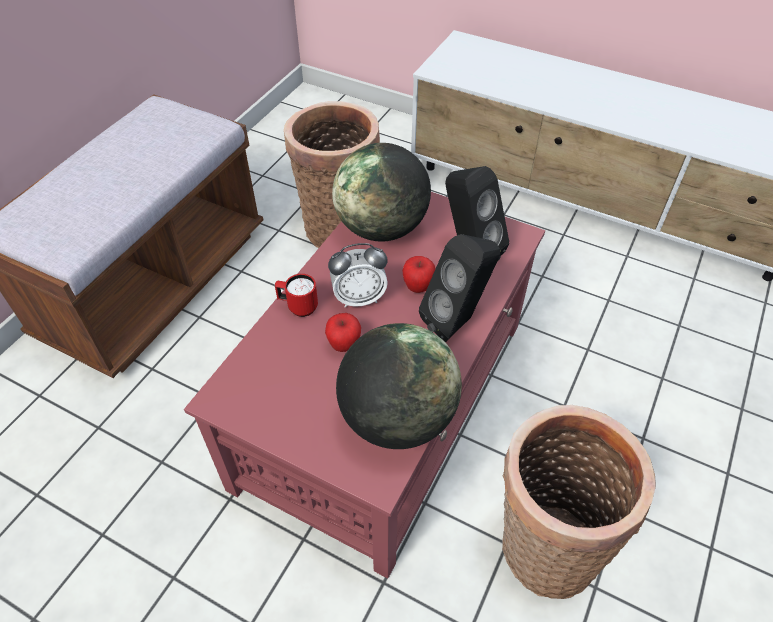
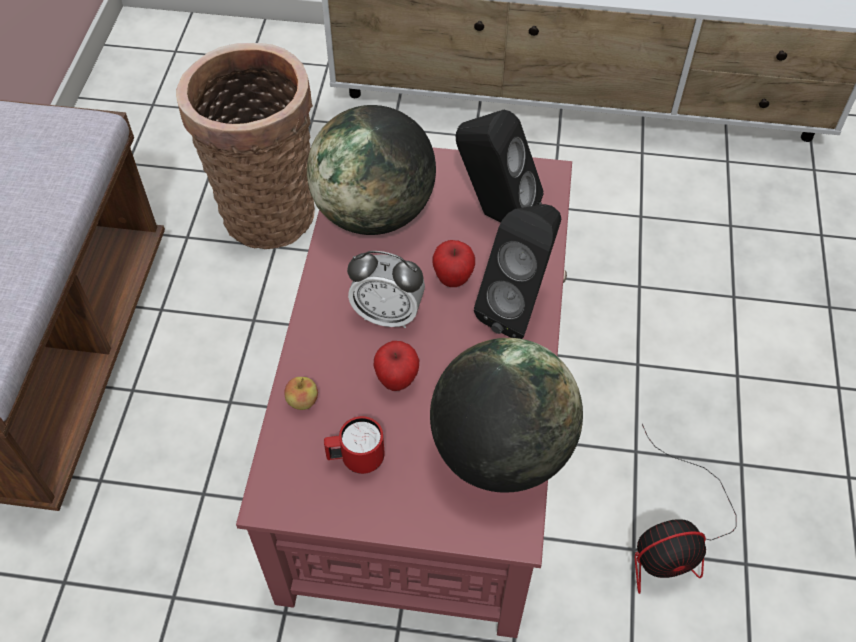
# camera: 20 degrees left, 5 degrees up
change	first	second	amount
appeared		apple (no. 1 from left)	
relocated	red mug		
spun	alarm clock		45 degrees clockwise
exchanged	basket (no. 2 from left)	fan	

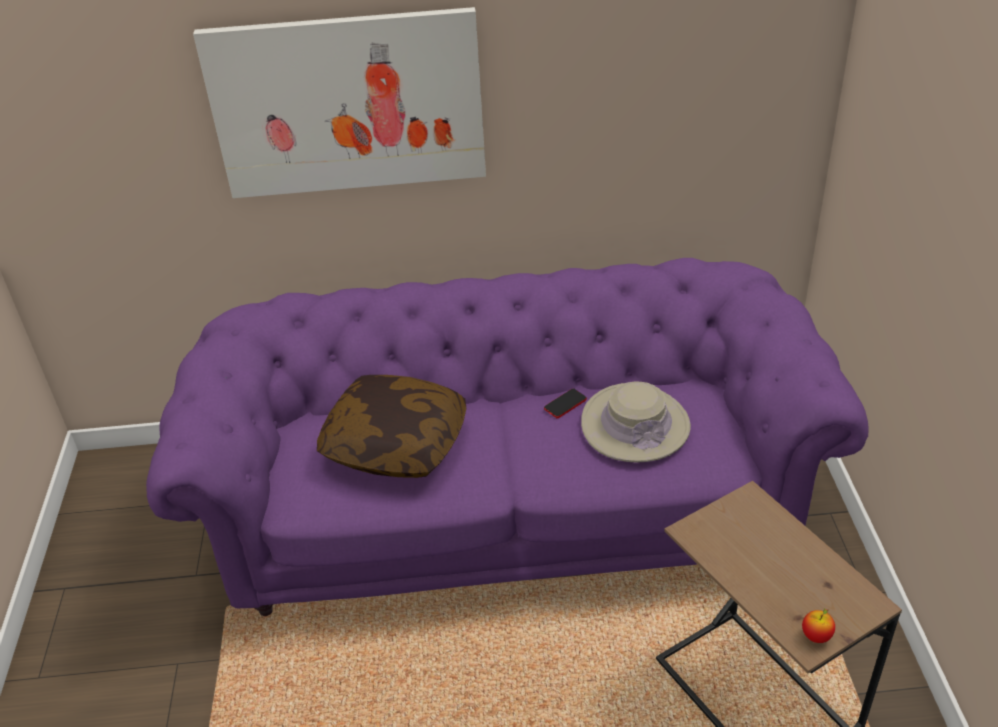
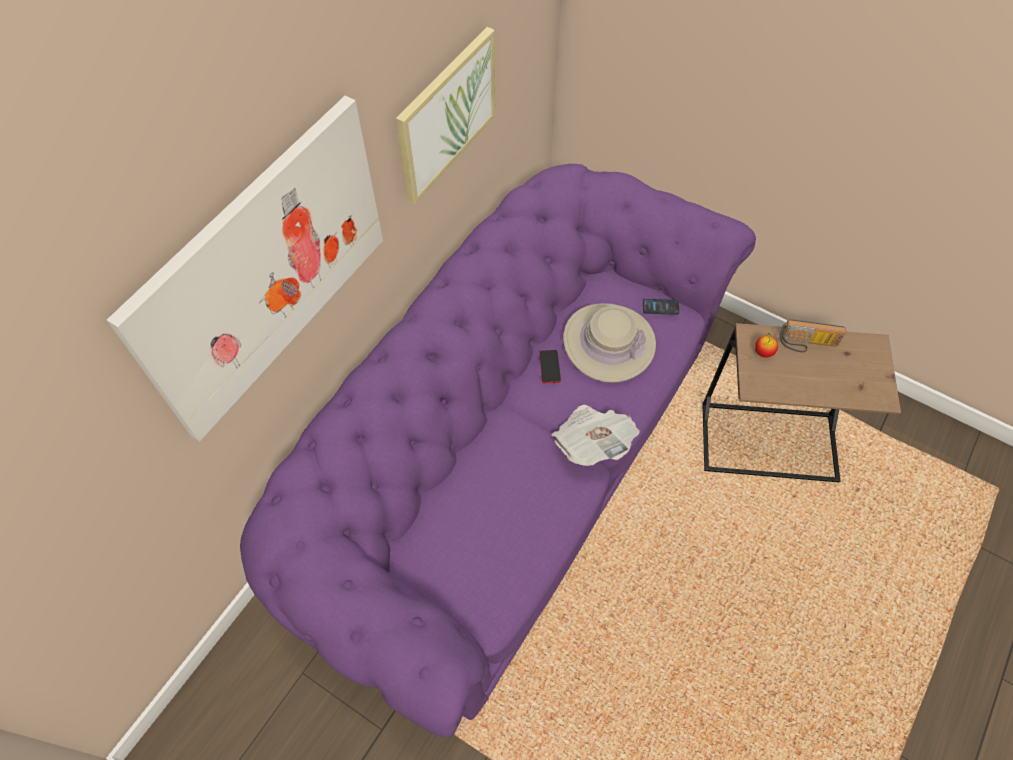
# camera: 55 degrees left, 20 degrees up
change	first	second	amount
appeared		picture (no. 2 from left)	
appeared		newspaper	
appeared		phone (no. 2 from left)	
relocated	apple		
appeared		radio	
missing	pillow		

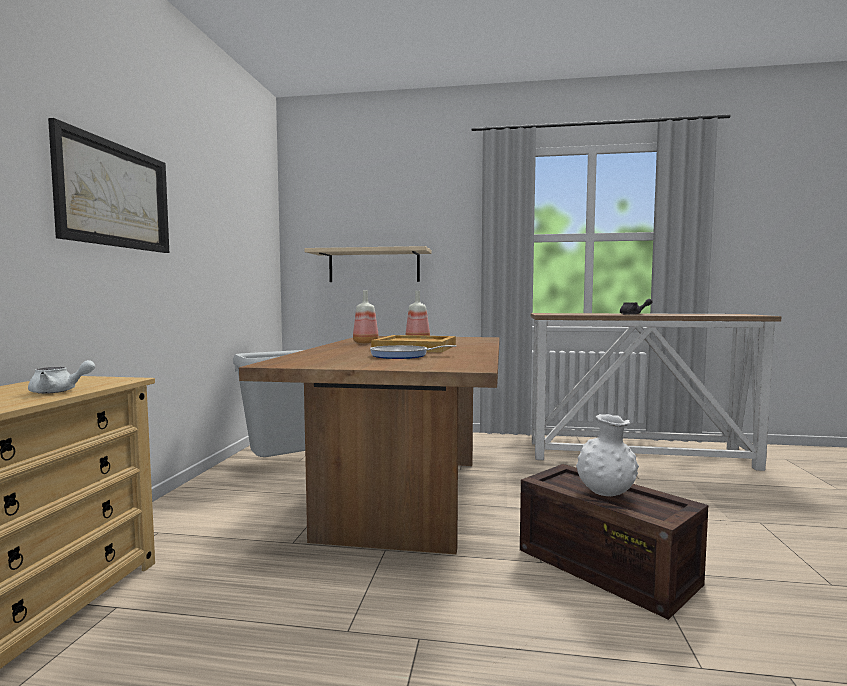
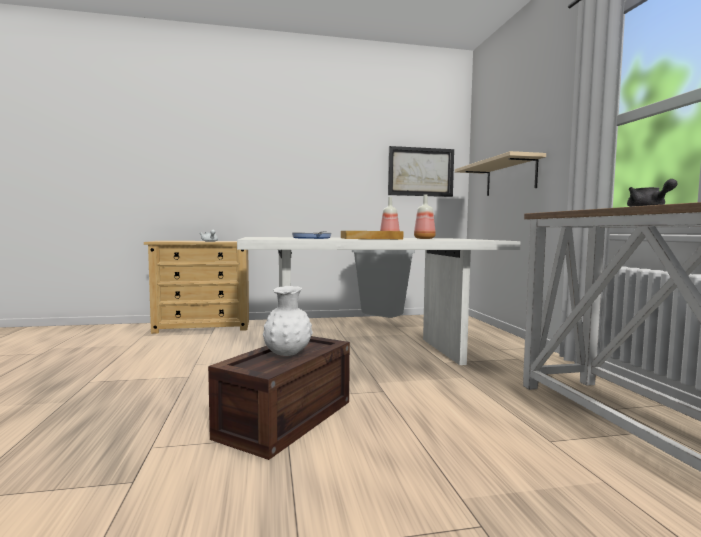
# camera: 70 degrees right, 0 degrees up
change	first	second	amount
colour	brown dining table	white dining table	
relocated	picture		

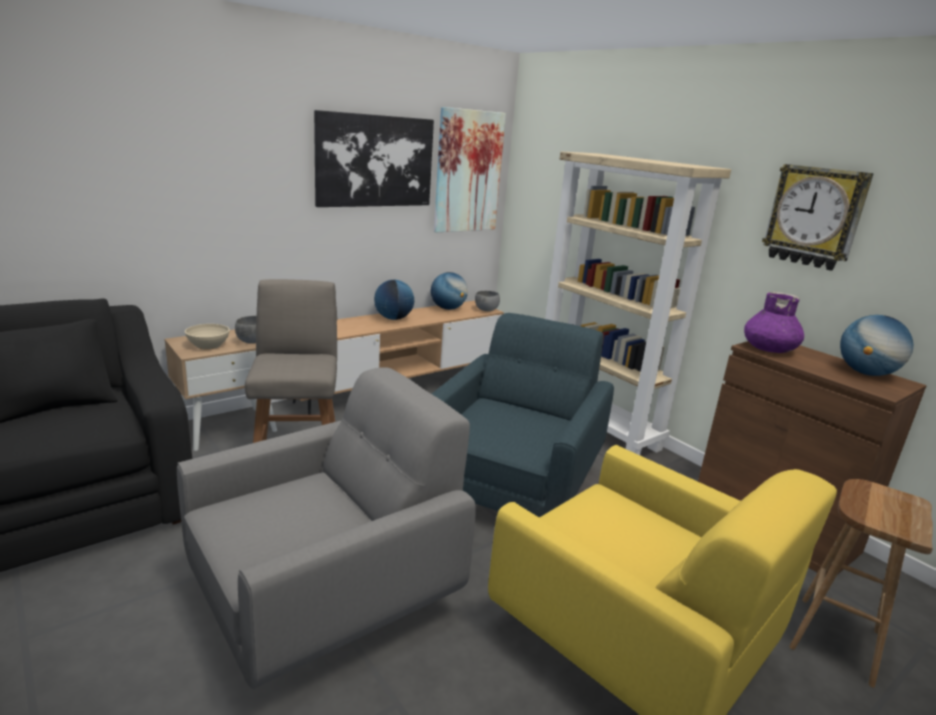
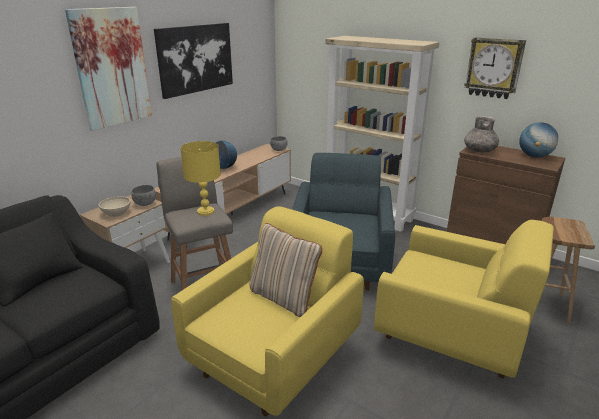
# camera: 15 degrees left, 5 degrees up
change	first	second	amount
relocated	picture (no. 2 from left in the first image)	picture (no. 1 from left)	
colour	grey armchair	yellow armchair (no. 1 from left)	
appeared		yellow table lamp	
appeared		beige pillow	
colour	purple vase	grey vase	
missing	globe (no. 2 from left)		

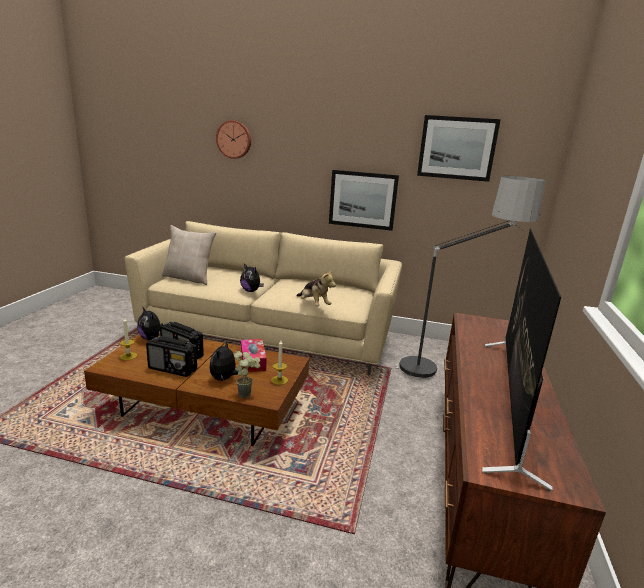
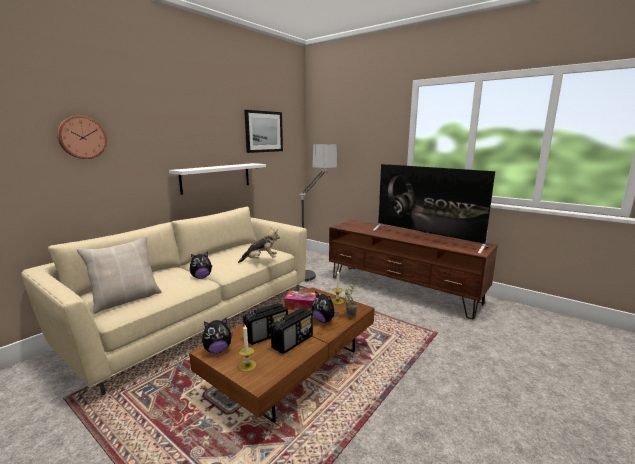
# camera: 65 degrees left, 5 degrees down
change	first	second	amount
exchanged	picture (no. 1 from left)	white shelf	

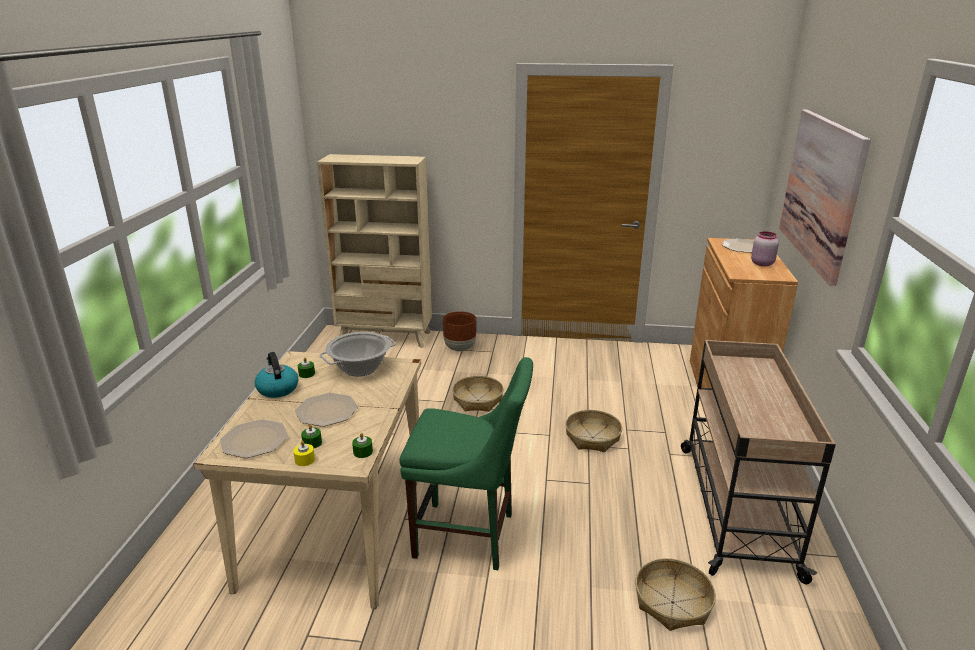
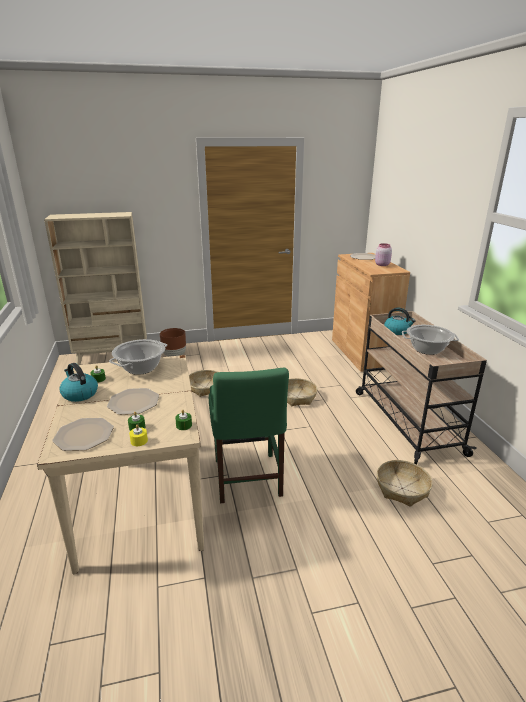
# camera: 20 degrees left, 0 degrees up
change	first	second	amount
spun	green chair		90 degrees clockwise
appeared		kettle (no. 2 from left)	
appeared		cooking pot (no. 2 from left)	
missing	picture		

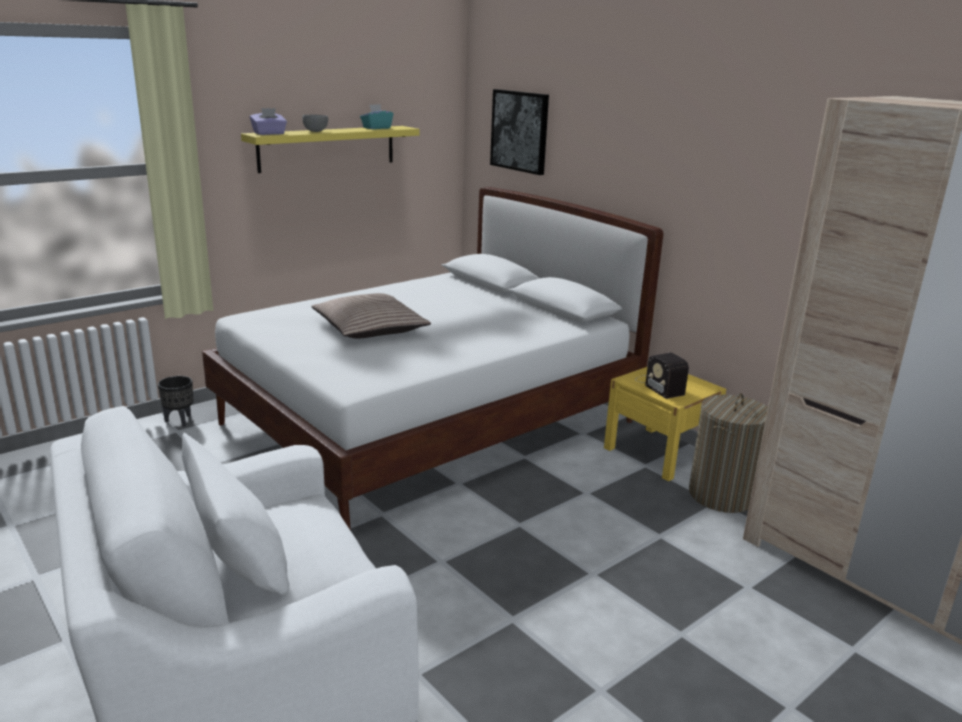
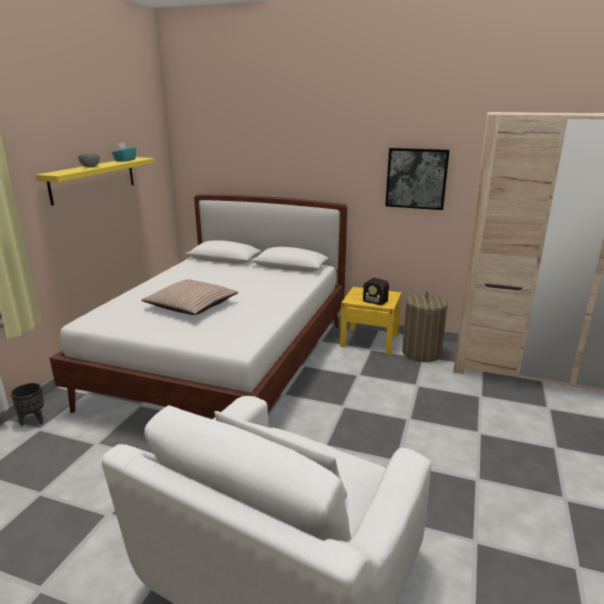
# camera: 30 degrees left, 0 degrees up
change	first	second	amount
relocated	picture		
missing	purple tissue box		

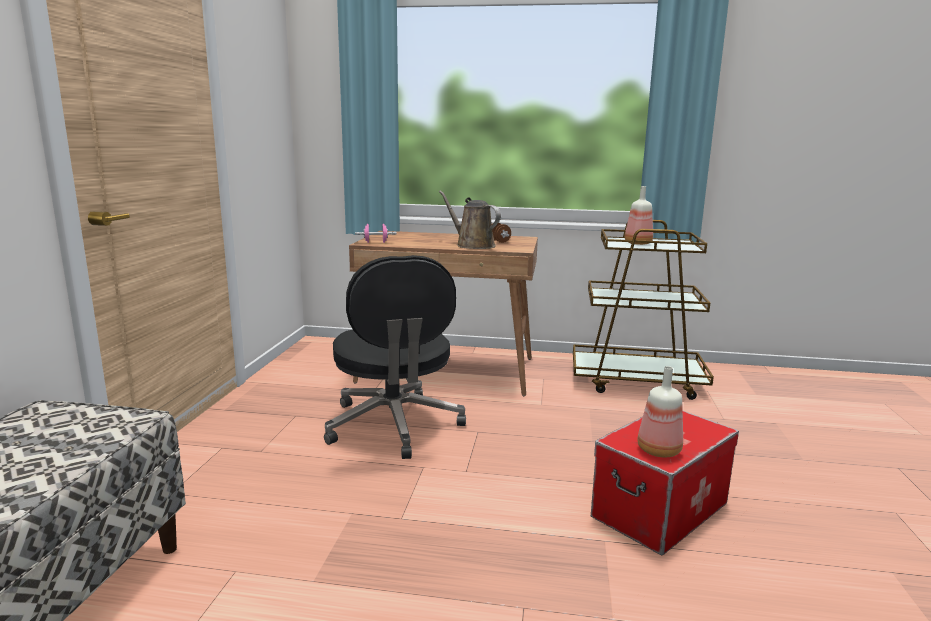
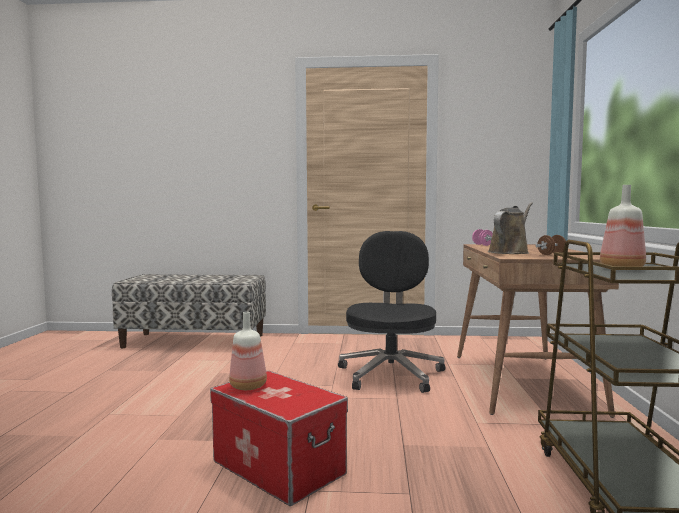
# camera: 85 degrees right, 10 degrees down
change	first	second	amount
spun	black office chair		120 degrees clockwise

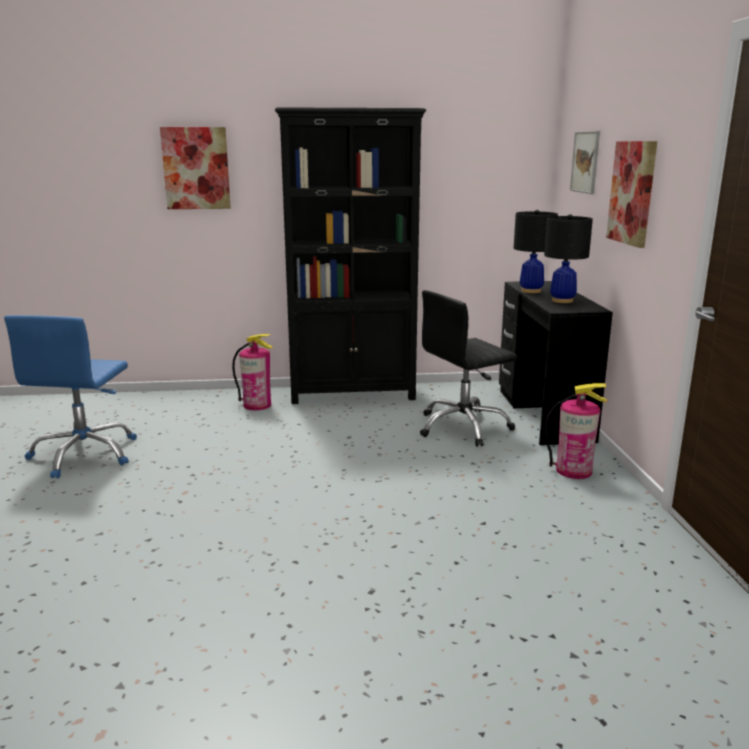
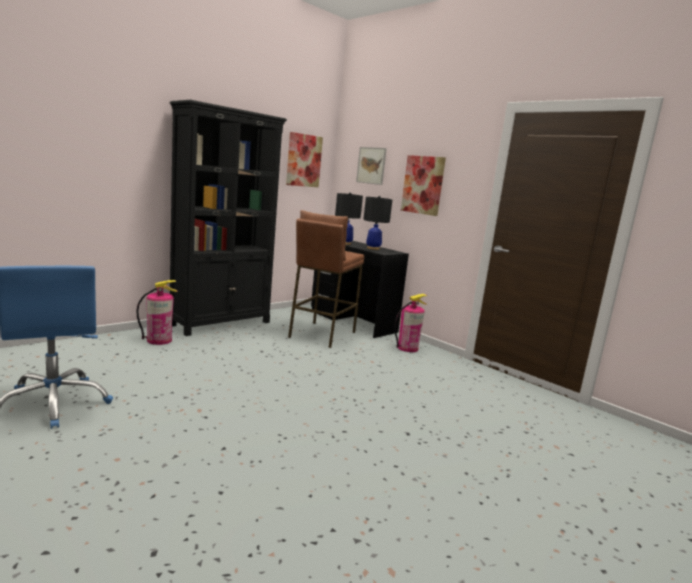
# camera: 40 degrees left, 5 degrees down
change	first	second	amount
relocated	picture (no. 1 from left)		
exchanged	black office chair	brown stool	

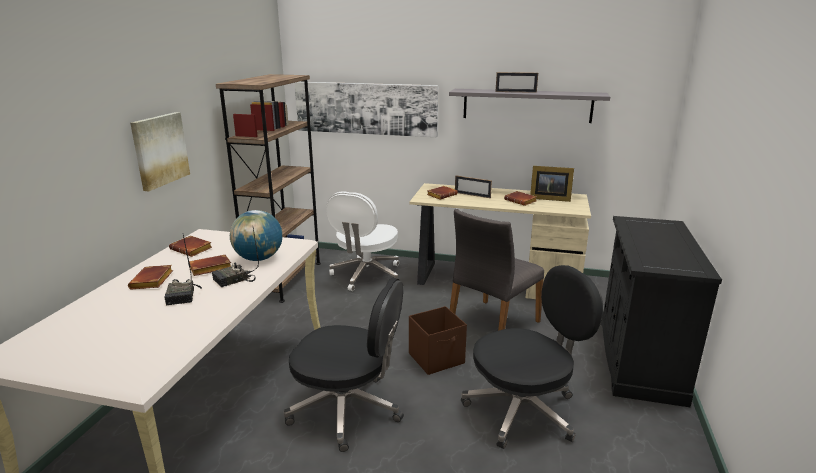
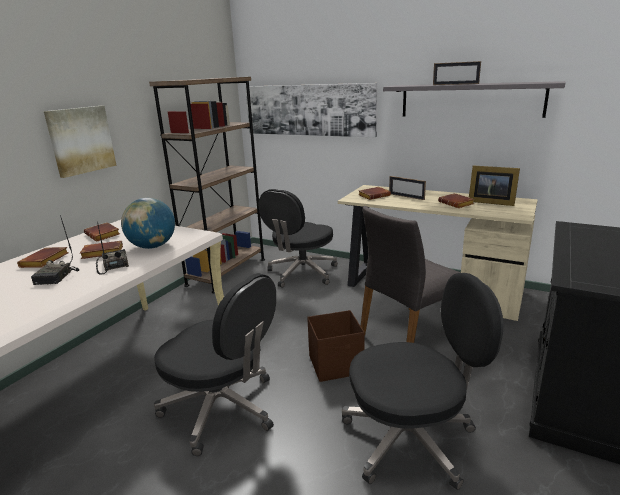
# camera: 15 degrees right, 0 degrees up
change	first	second	amount
spun	radio (no. 2 from left)		90 degrees clockwise
colour	white office chair	black office chair (no. 2 from left)	

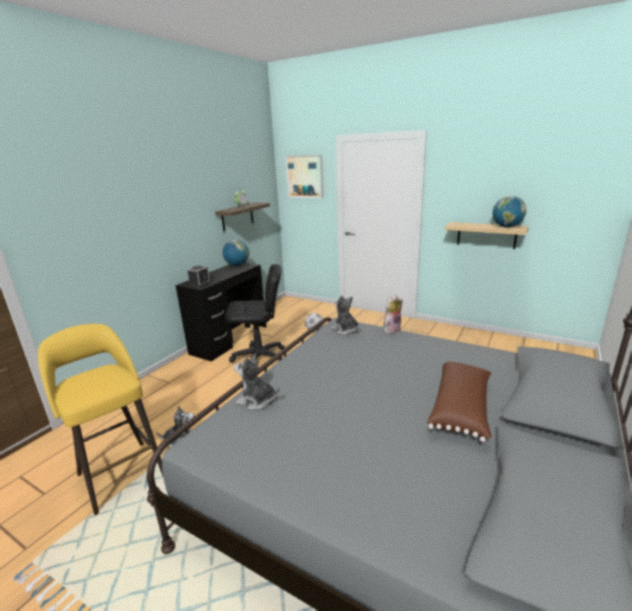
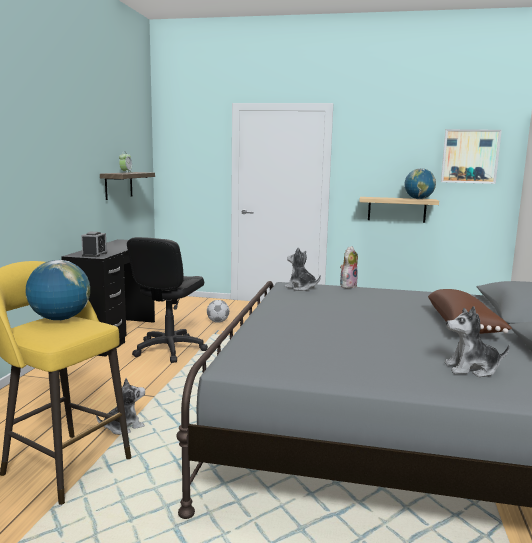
# camera: 20 degrees left, 10 degrees down
change	first	second	amount
relocated	globe (no. 1 from left)		
spun	black office chair		135 degrees clockwise
relocated	picture		
relocated	plush toy (no. 2 from left in the first image)	plush toy (no. 4 from left)	

